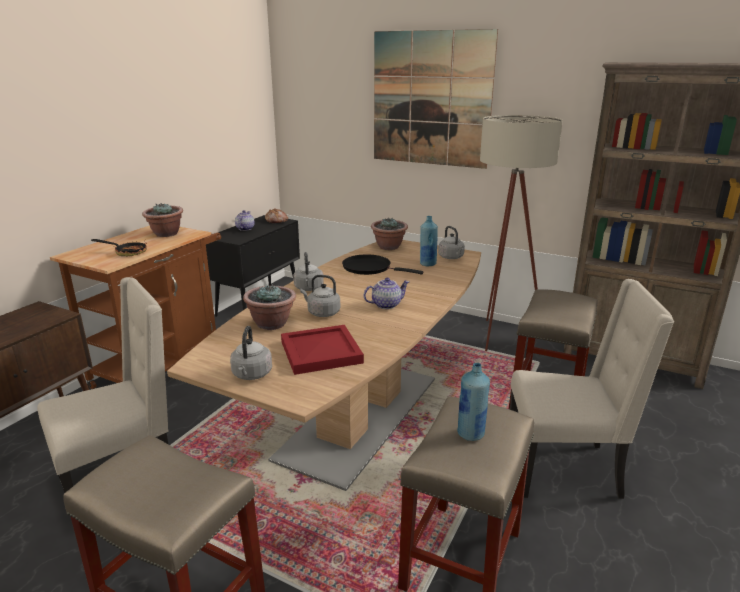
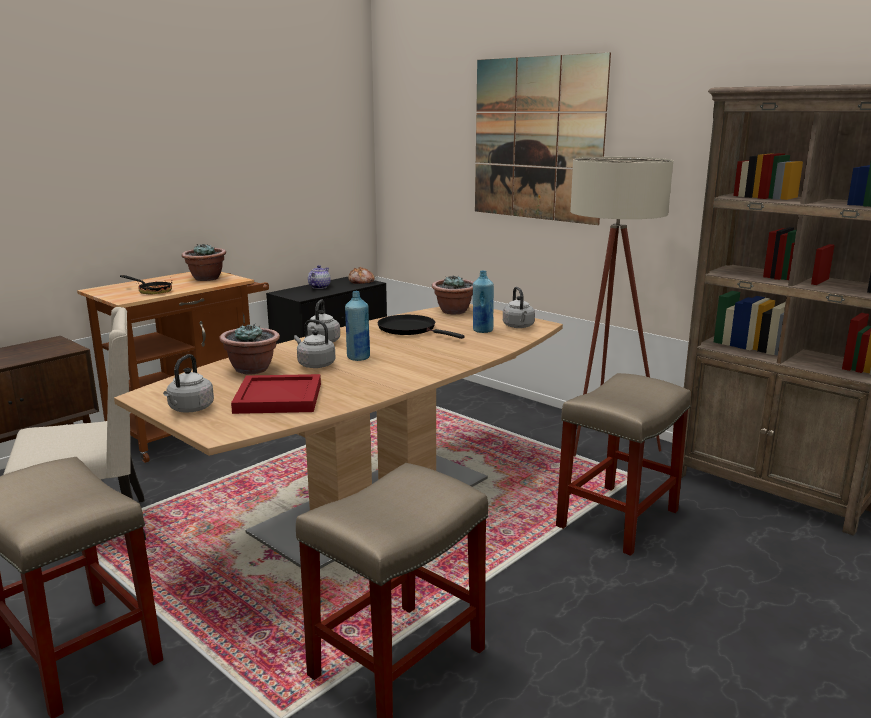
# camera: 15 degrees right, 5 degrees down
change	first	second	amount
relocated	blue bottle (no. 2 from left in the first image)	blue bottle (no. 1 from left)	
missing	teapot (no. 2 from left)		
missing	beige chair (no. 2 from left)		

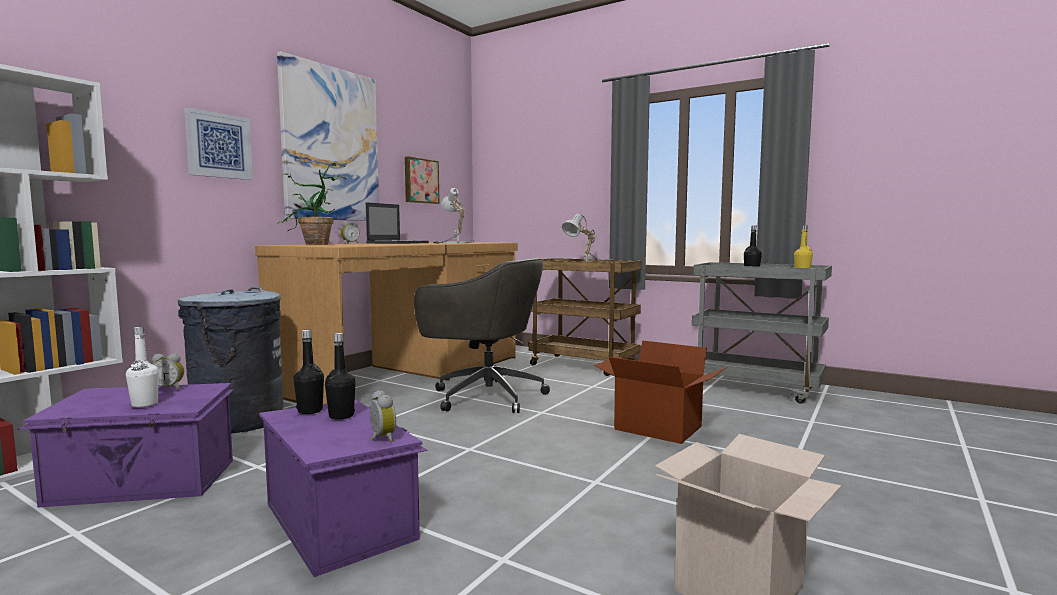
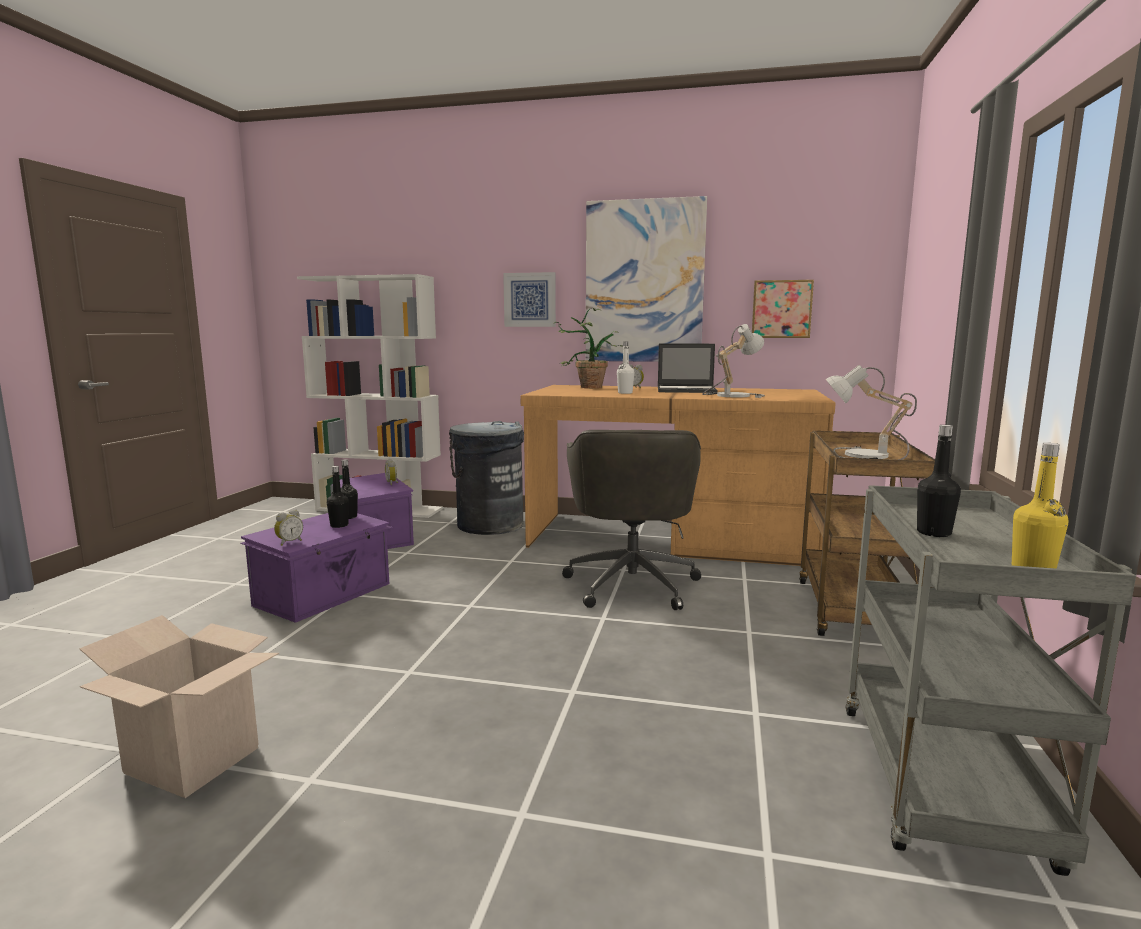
# camera: 70 degrees right, 5 degrees up
change	first	second	amount
relocated	white bottle		
missing	cardboard box (no. 1 from left)		

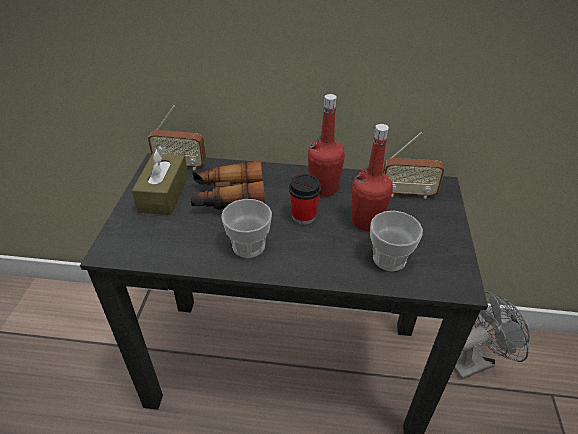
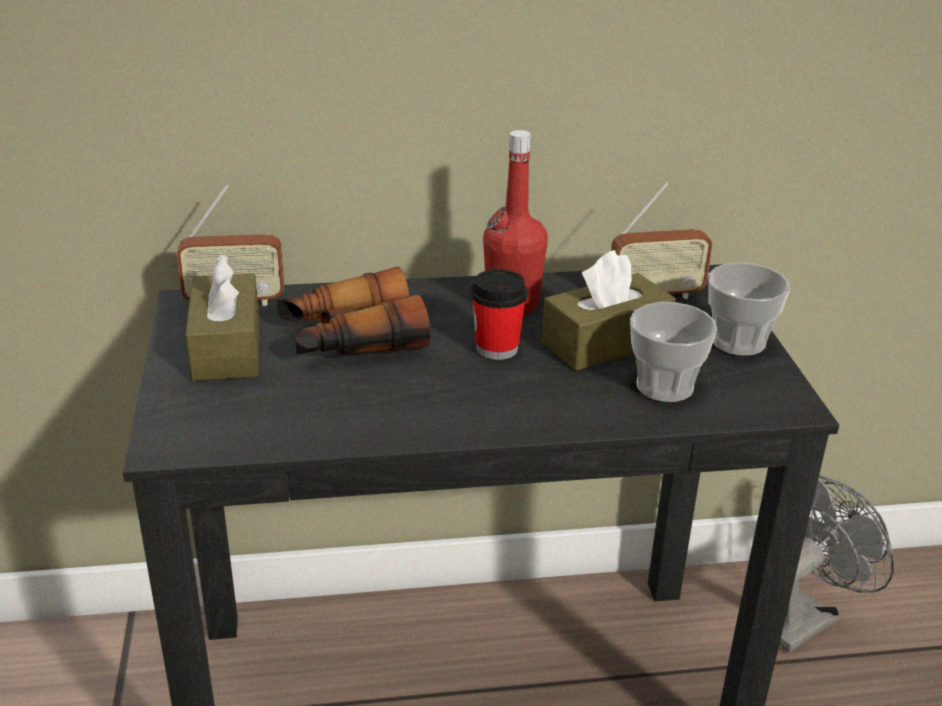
# camera: 15 degrees left, 10 degrees down
change	first	second	amount
exchanged	red bottle (no. 2 from left)	brown tissue box (no. 2 from left)	
relocated	cup (no. 1 from left in the first image)	cup (no. 3 from left)	

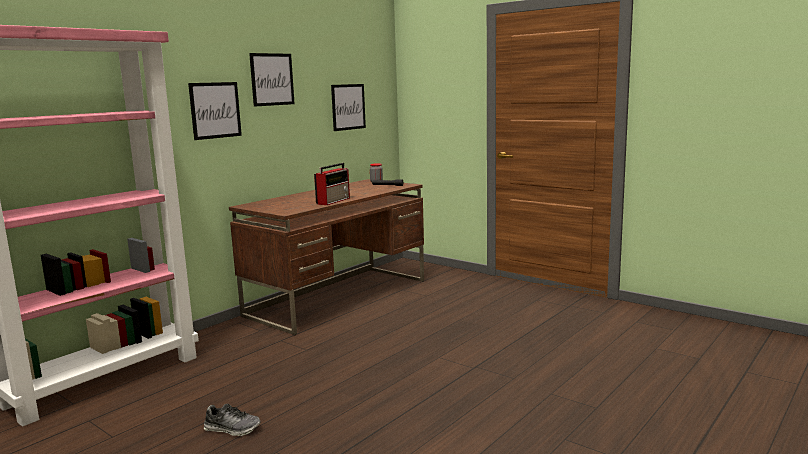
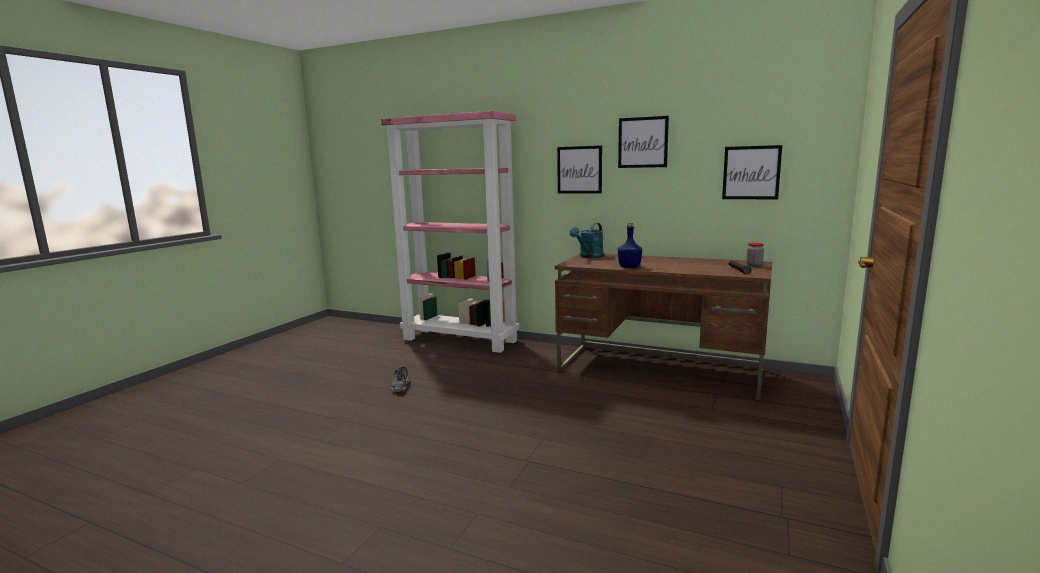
# camera: 75 degrees right, 0 degrees up
change	first	second	amount
appeared		turquoise watering can	
exchanged	radio	blue bottle	

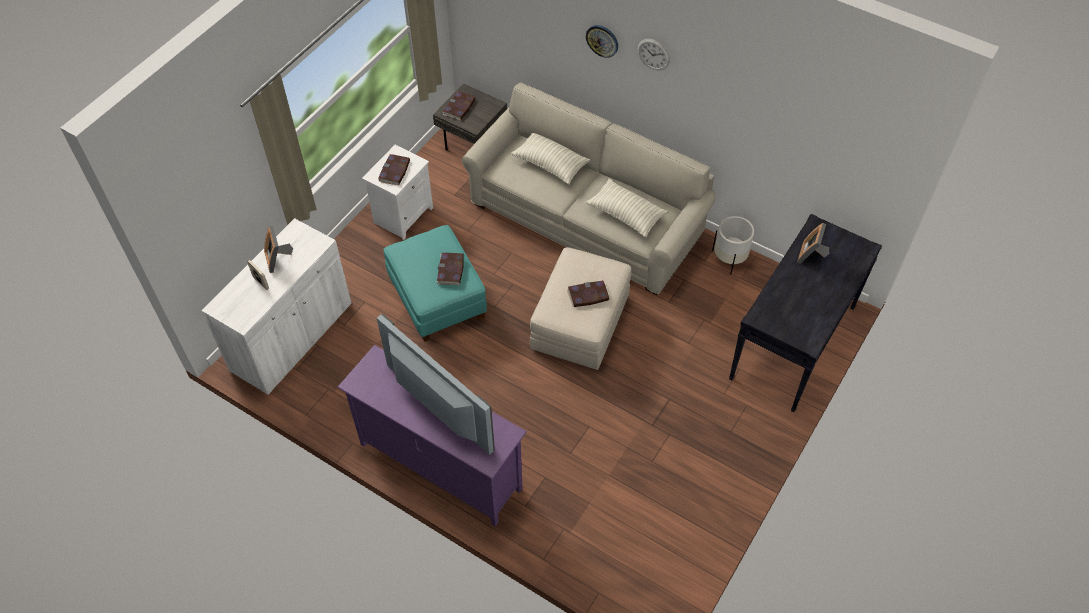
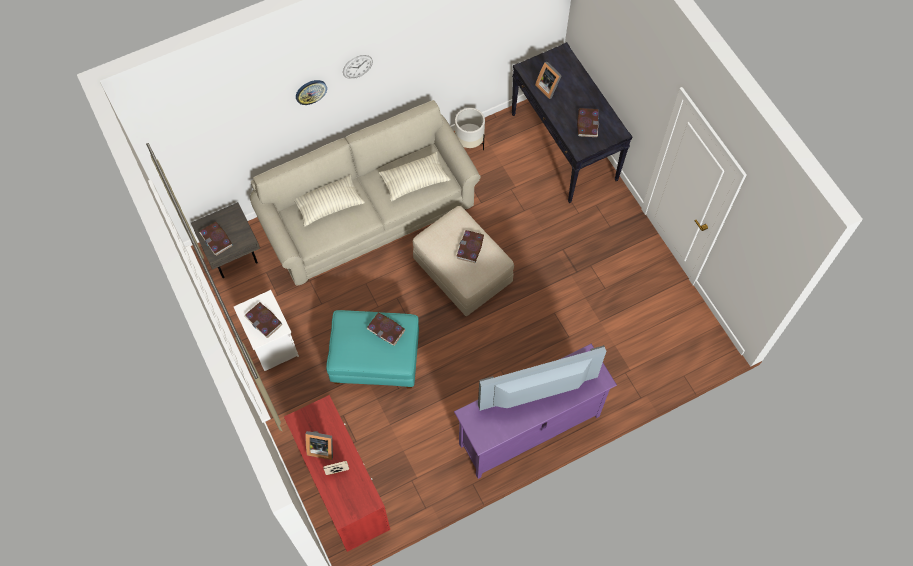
# camera: 60 degrees left, 10 degrees up
change	first	second	amount
colour	white cabinet	red cabinet	
appeared		book (no. 5 from left)	

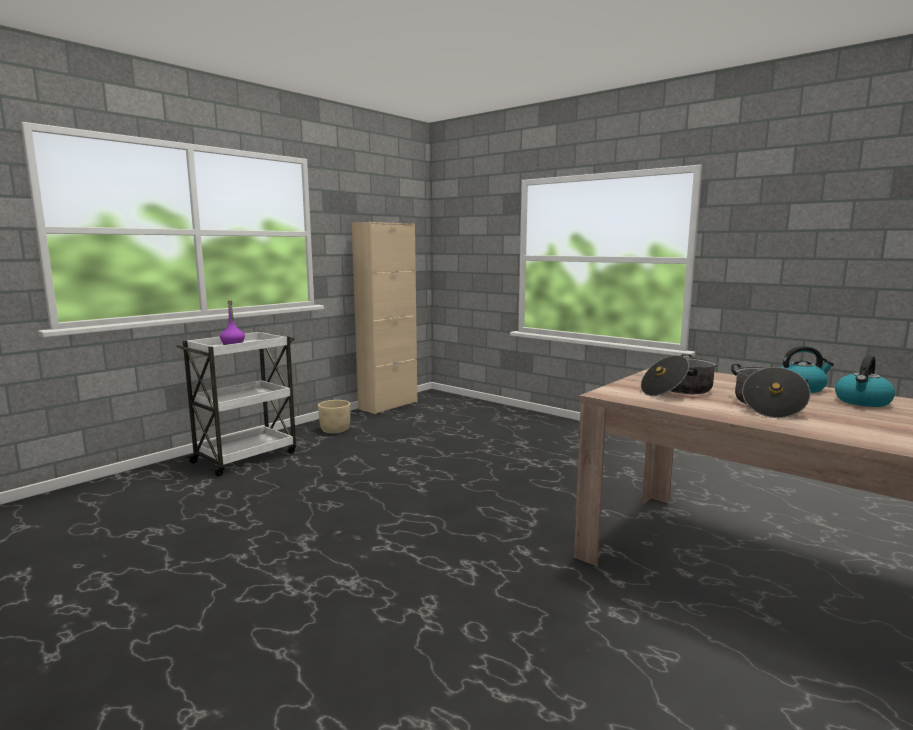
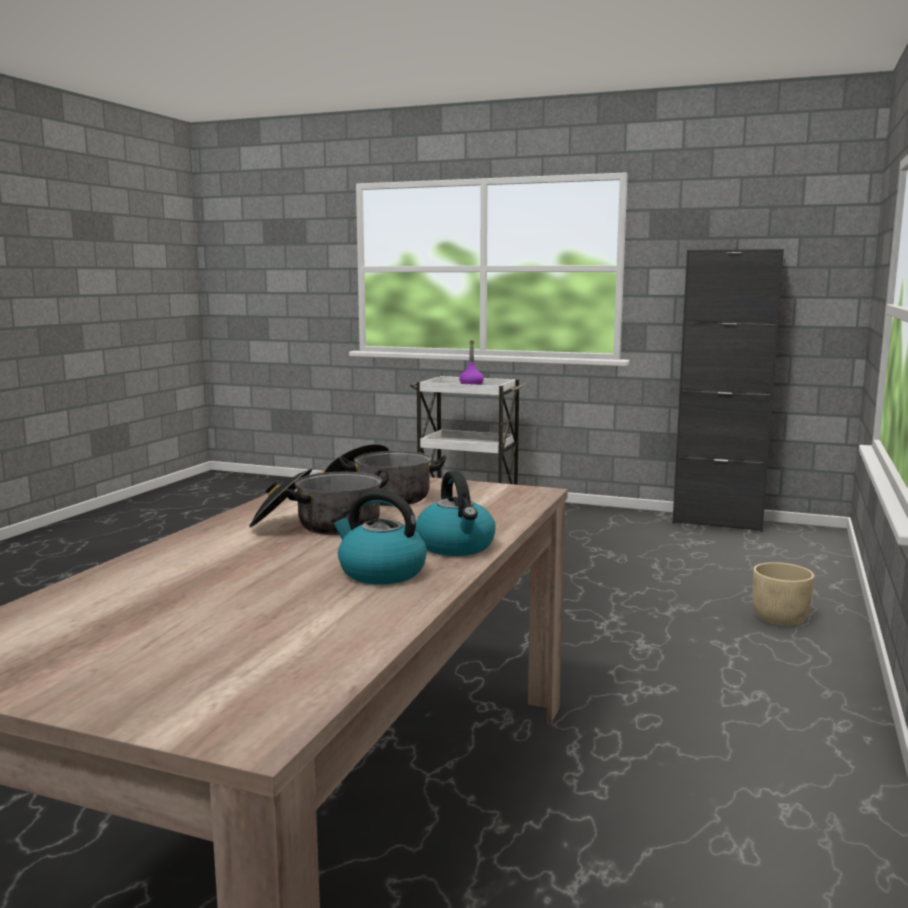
# camera: 70 degrees right, 0 degrees up
change	first	second	amount
colour	beige cabinet	black cabinet	
relocated	beige planter		

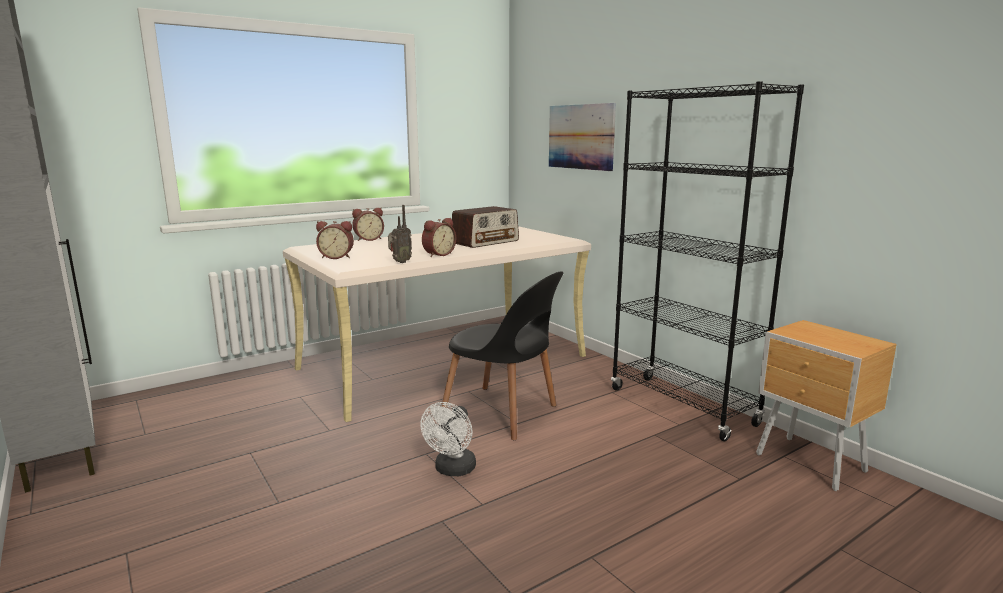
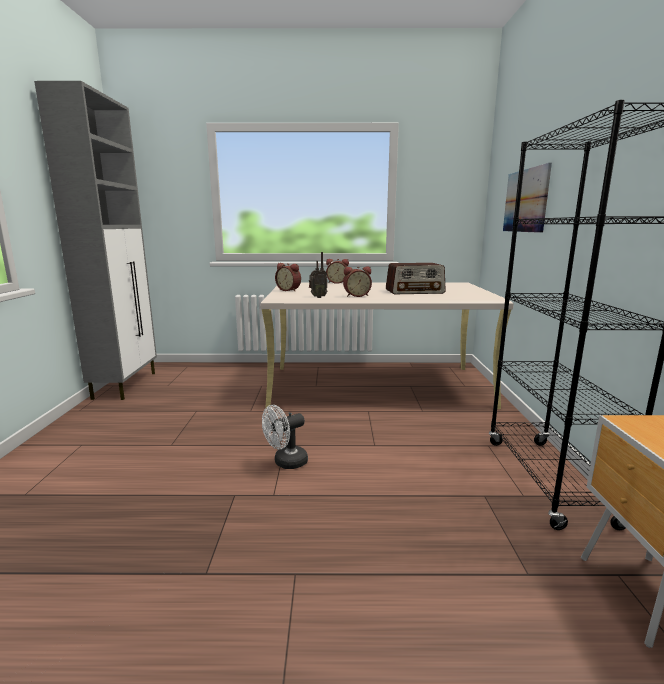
# camera: 35 degrees right, 0 degrees up
change	first	second	amount
missing	black chair		

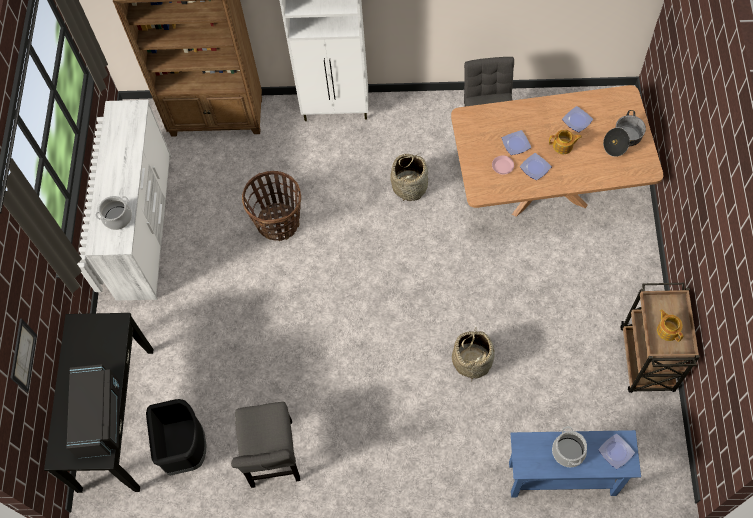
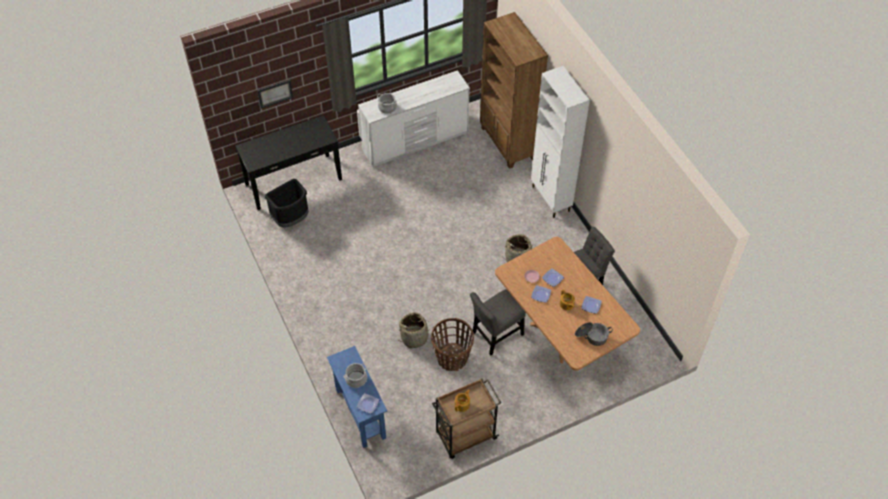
# camera: 60 degrees right, 10 degrees down
change	first	second	amount
relocated	basket (no. 1 from left in the first image)	basket (no. 2 from left)	
relocated	grey chair (no. 1 from left)		
missing	black microwave		

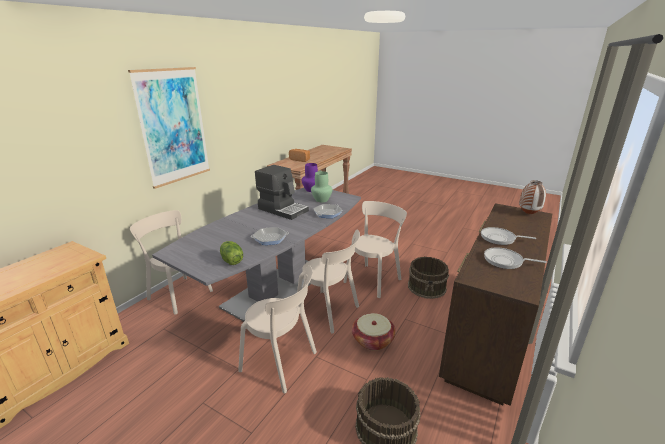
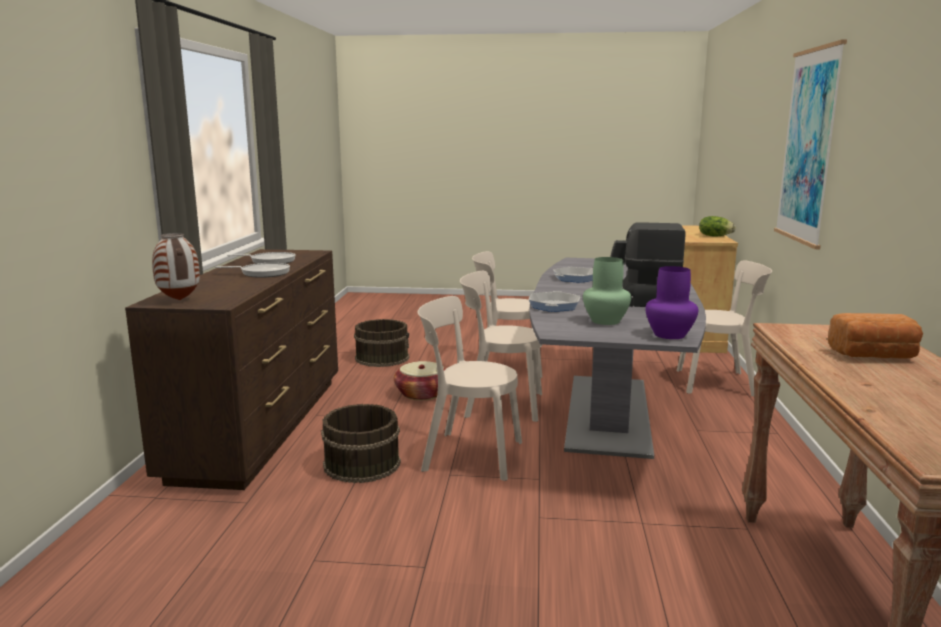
# camera: 155 degrees right, 10 degrees down
change	first	second	amount
spun	beige chair (no. 4 from left in the first image)	beige chair (no. 1 from left)	90 degrees clockwise
relocated	lettuce		

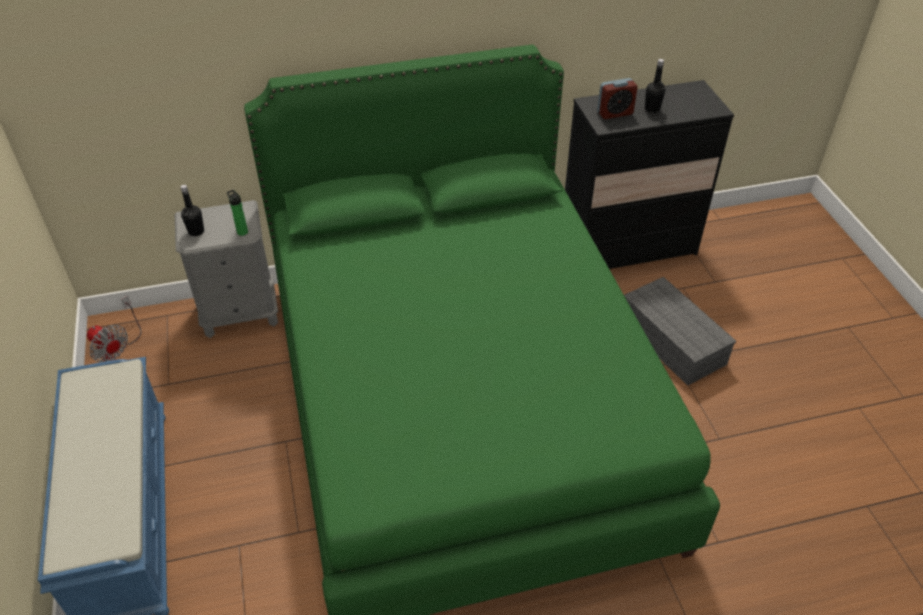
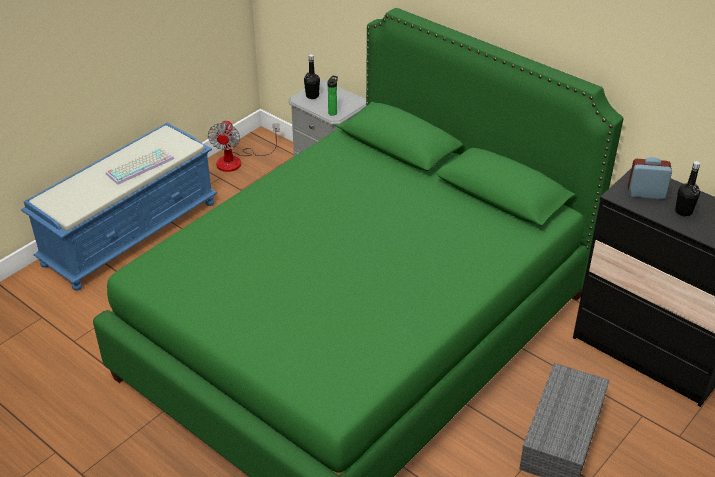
# camera: 55 degrees right, 5 degrees down
change	first	second	amount
appeared		keyboard	
spun	alarm clock		150 degrees clockwise

